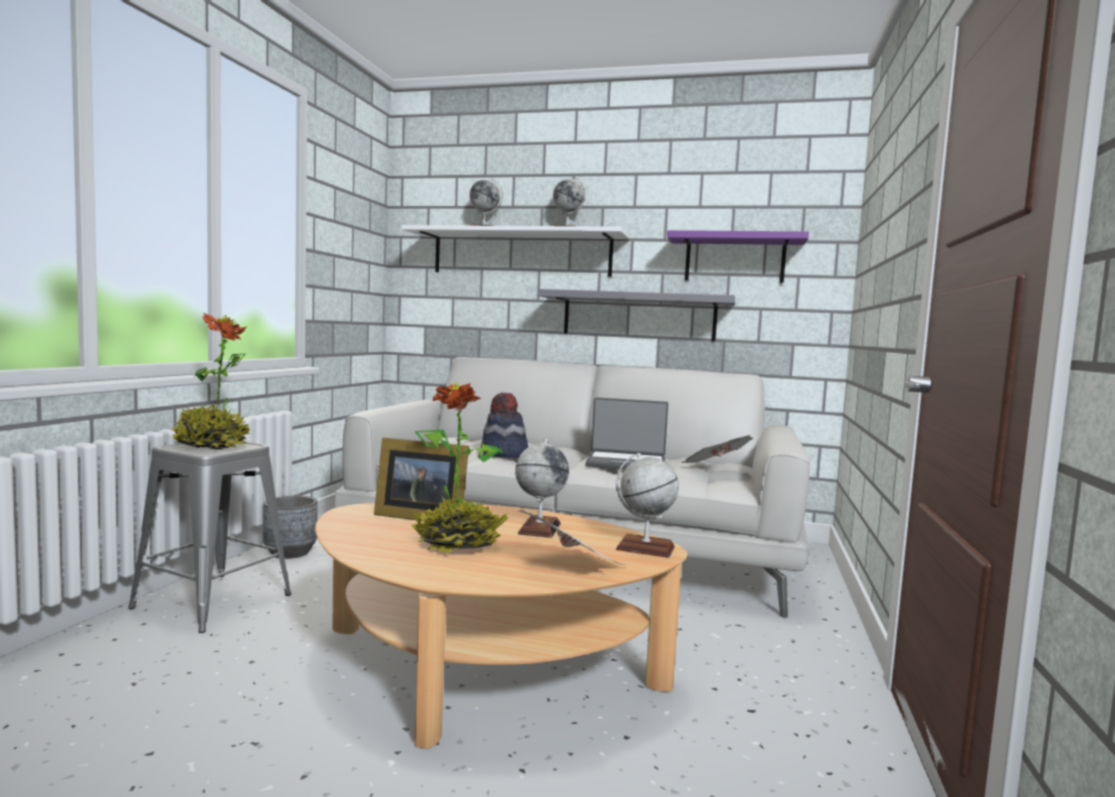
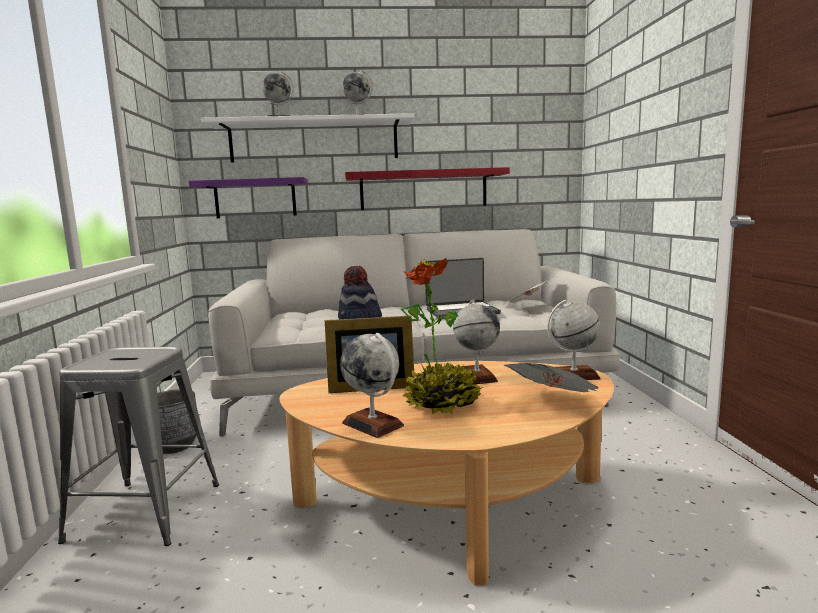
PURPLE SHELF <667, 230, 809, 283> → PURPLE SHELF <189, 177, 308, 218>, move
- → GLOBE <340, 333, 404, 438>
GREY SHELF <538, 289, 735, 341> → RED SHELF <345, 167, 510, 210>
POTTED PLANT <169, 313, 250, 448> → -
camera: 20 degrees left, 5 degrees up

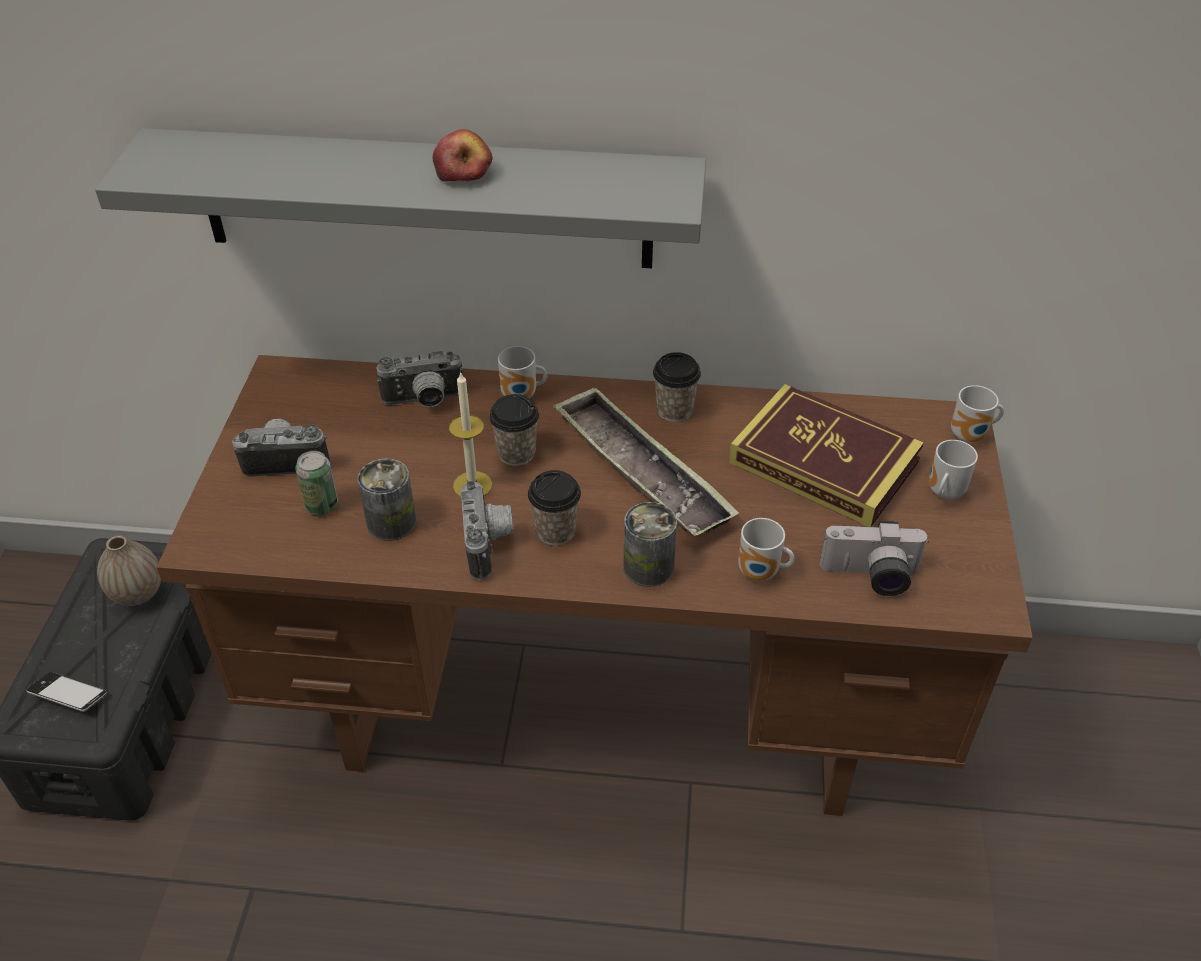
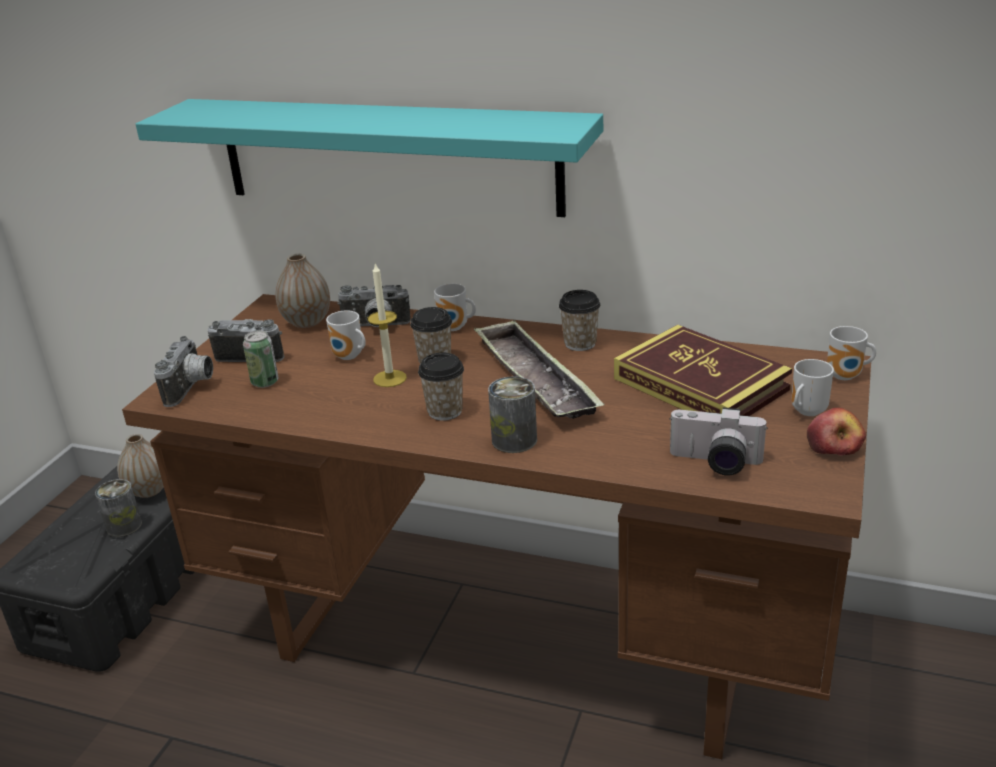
CAN <358, 458, 416, 541> → CAN <95, 479, 142, 537>, move
GREY SHELF <95, 128, 706, 268> → TURQUOISE SHELF <136, 99, 603, 217>
PHOTO CAMERA <461, 481, 514, 580> → PHOTO CAMERA <154, 336, 213, 407>, move
- → VASE <275, 254, 330, 328>
MUG <738, 518, 795, 581> → MUG <326, 310, 366, 360>, move
APPLE <433, 129, 493, 182> → APPLE <807, 408, 866, 455>, move
PHONE <26, 672, 107, 712> → -
camera: 15 degrees right, 15 degrees down

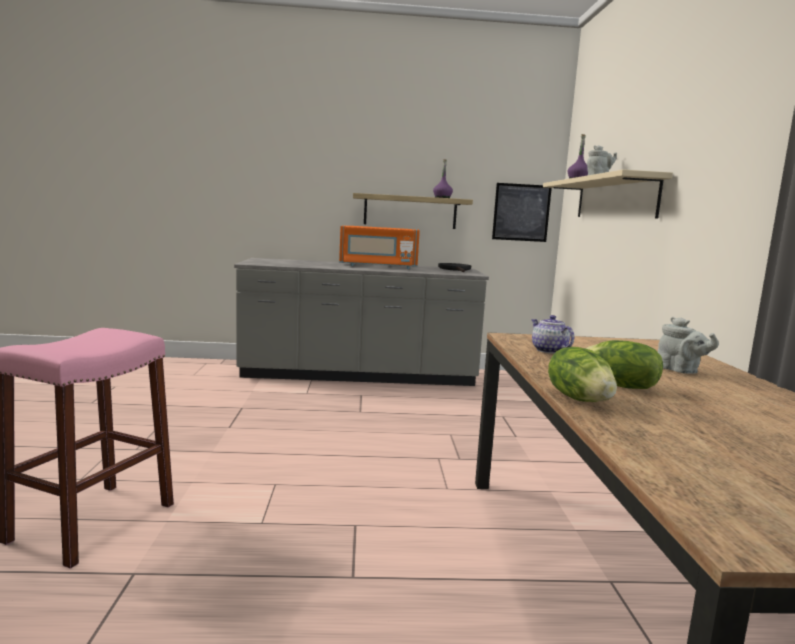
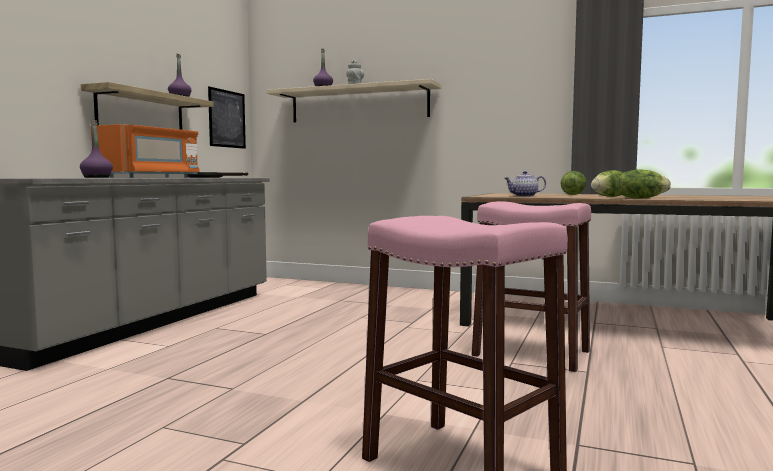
- → PURPLE BOTTLE <80, 120, 113, 178>
- → PINK STOOL <471, 201, 591, 372>
GREY TEAPOT <658, 317, 719, 374> → LETTUCE <561, 171, 586, 195>
camera: 65 degrees left, 5 degrees down

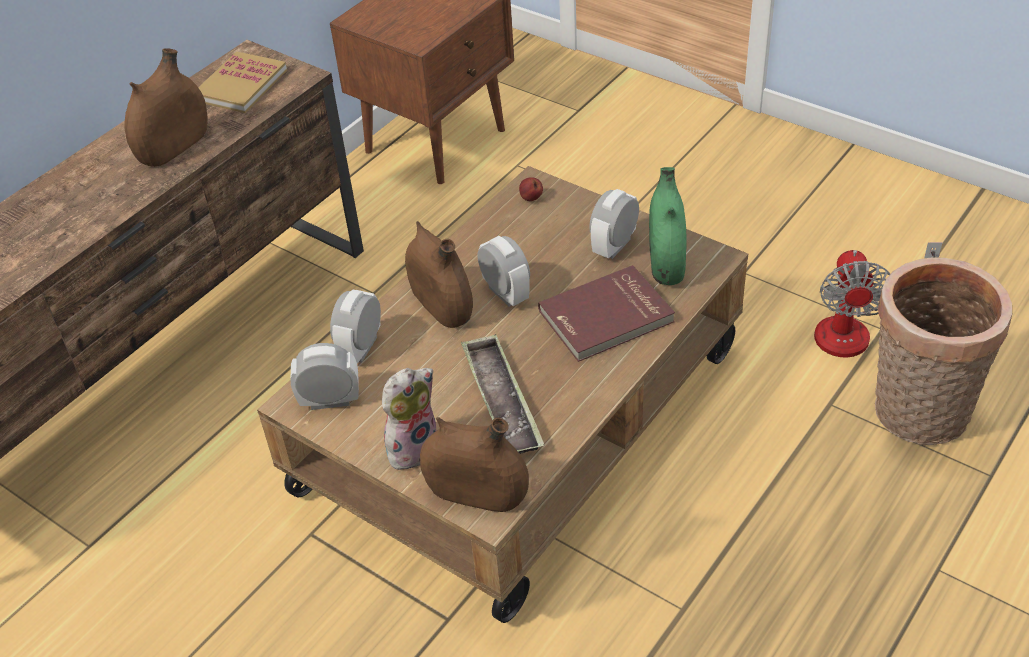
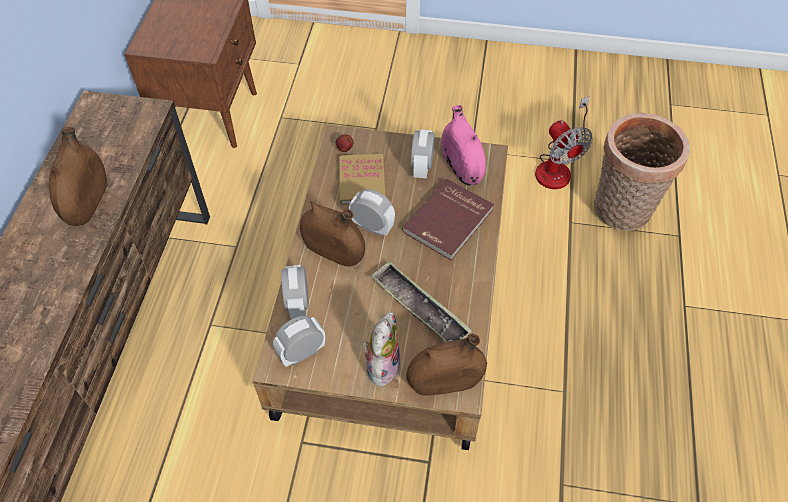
BOOK <198, 51, 287, 113> → BOOK <339, 154, 386, 205>, move
GREEN VASE <649, 167, 687, 285> → PINK VASE <442, 105, 486, 186>
camera: 30 degrees left, 10 degrees up

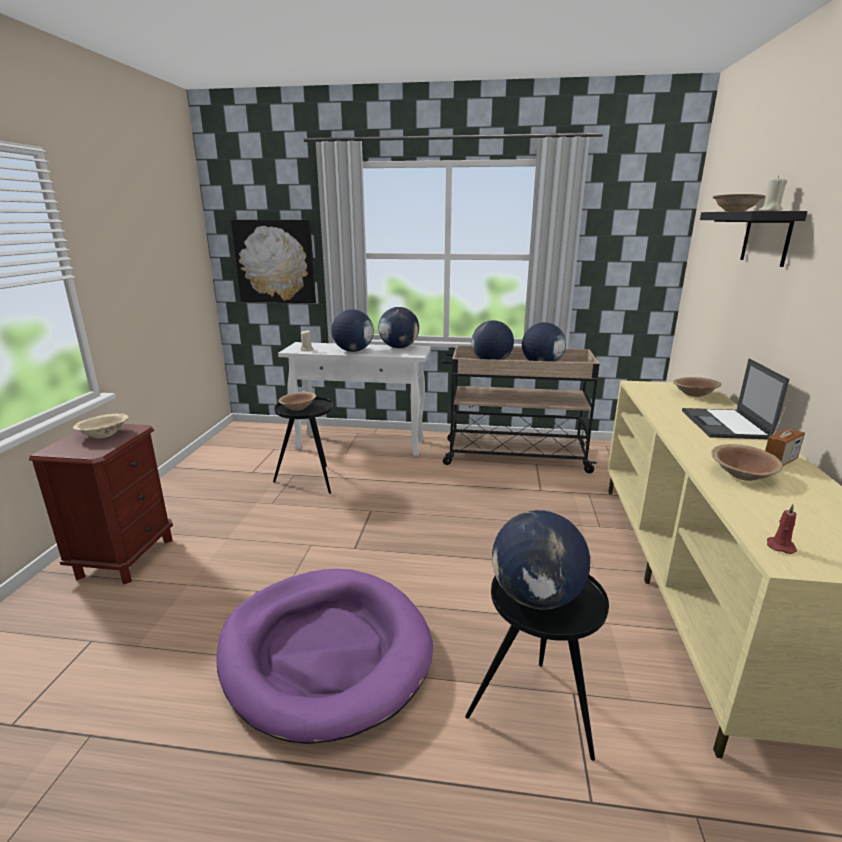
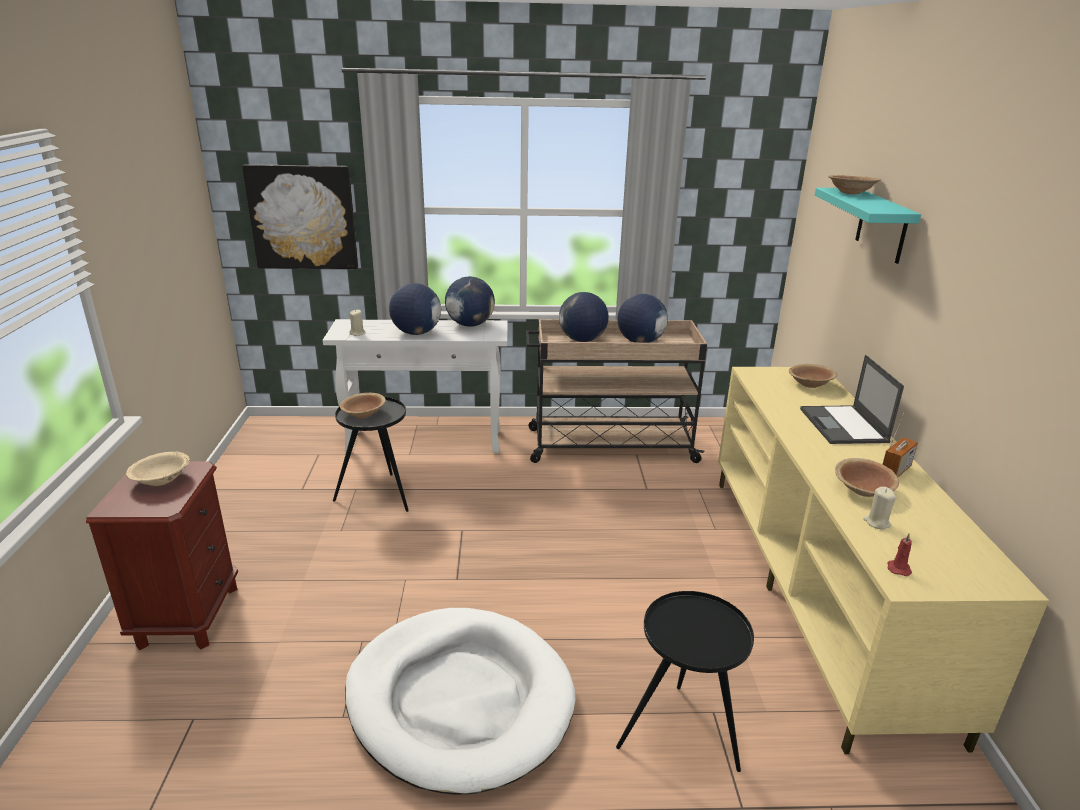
PURPLE DOG BED <216, 569, 433, 744> → WHITE DOG BED <345, 608, 575, 795>
BLACK SHELF <700, 211, 808, 267> → TURQUOISE SHELF <815, 188, 921, 264>
BEIGE CANDLE <759, 175, 787, 211> → BEIGE CANDLE <863, 487, 896, 530>, move
GLOBE <492, 510, 590, 609> → -
camera: 10 degrees left, 5 degrees up

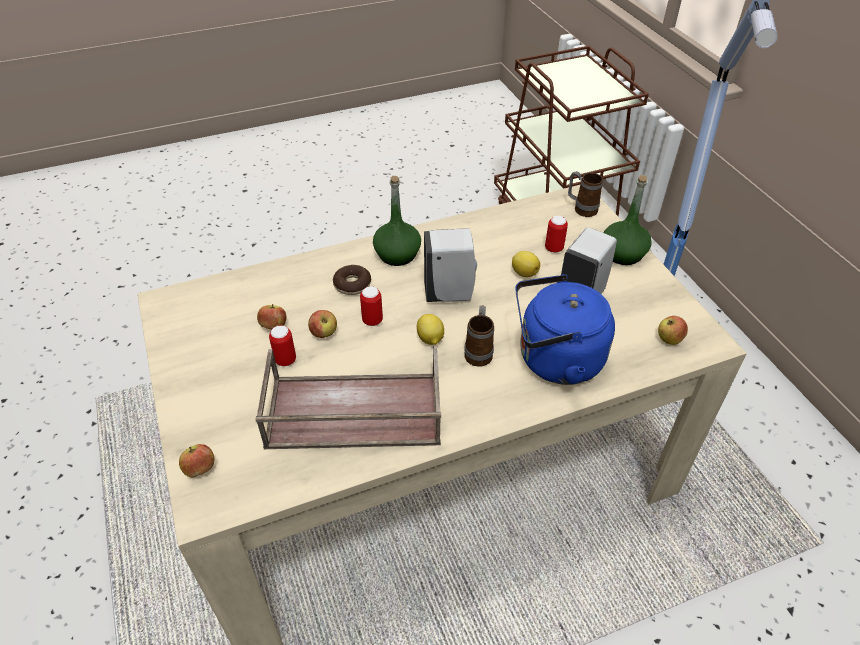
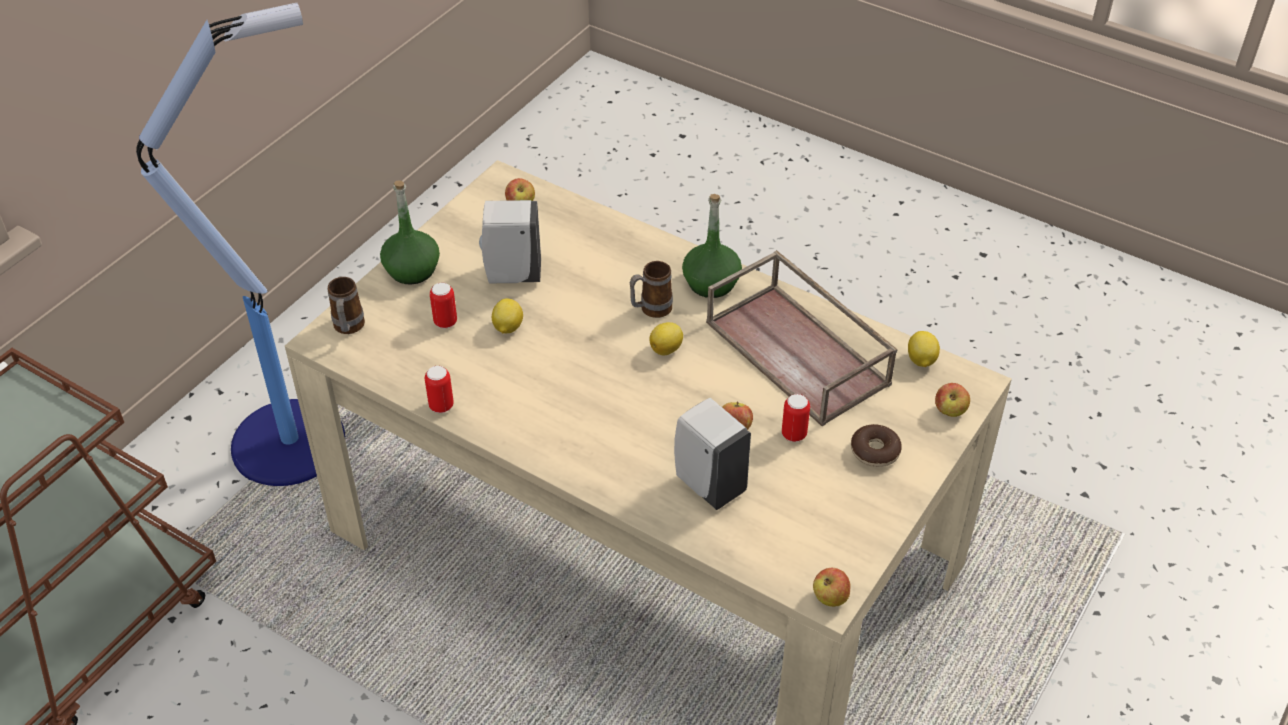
CAN <360, 286, 383, 326> → CAN <425, 366, 454, 413>, move
WHITE SOAP DISPENSER <424, 228, 477, 302> → WHITE SOAP DISPENSER <674, 398, 751, 510>, move
GREEN BOTTLE <373, 176, 421, 266> → GREEN BOTTLE <682, 194, 742, 298>, move
APPLE <257, 304, 286, 330> → APPLE <813, 568, 851, 607>, move
DONUT <333, 265, 371, 295> → DONUT <851, 424, 902, 467>, move
- → LEMON <908, 331, 940, 367>
BLUE KETTLE <515, 274, 615, 385> → -
camera: 125 degrees left, 0 degrees up

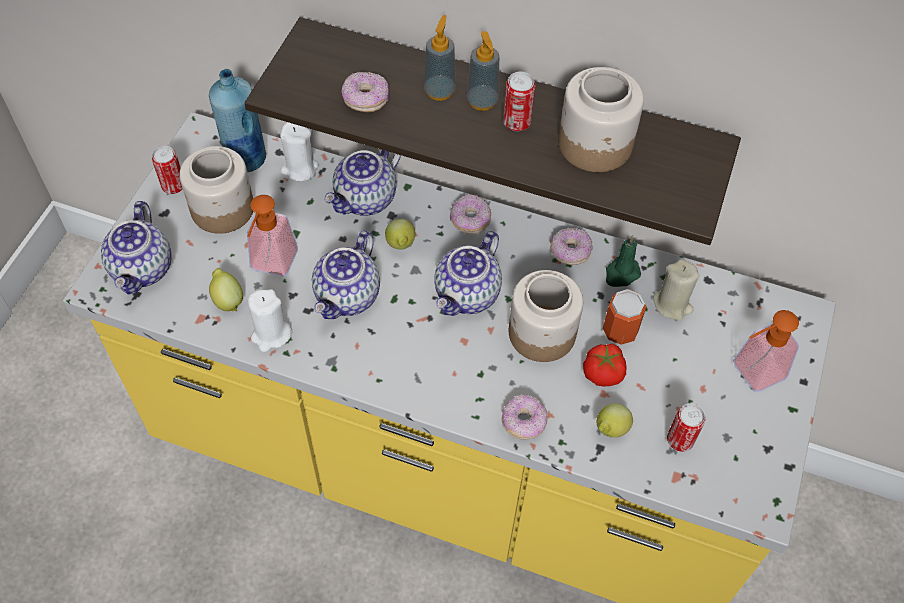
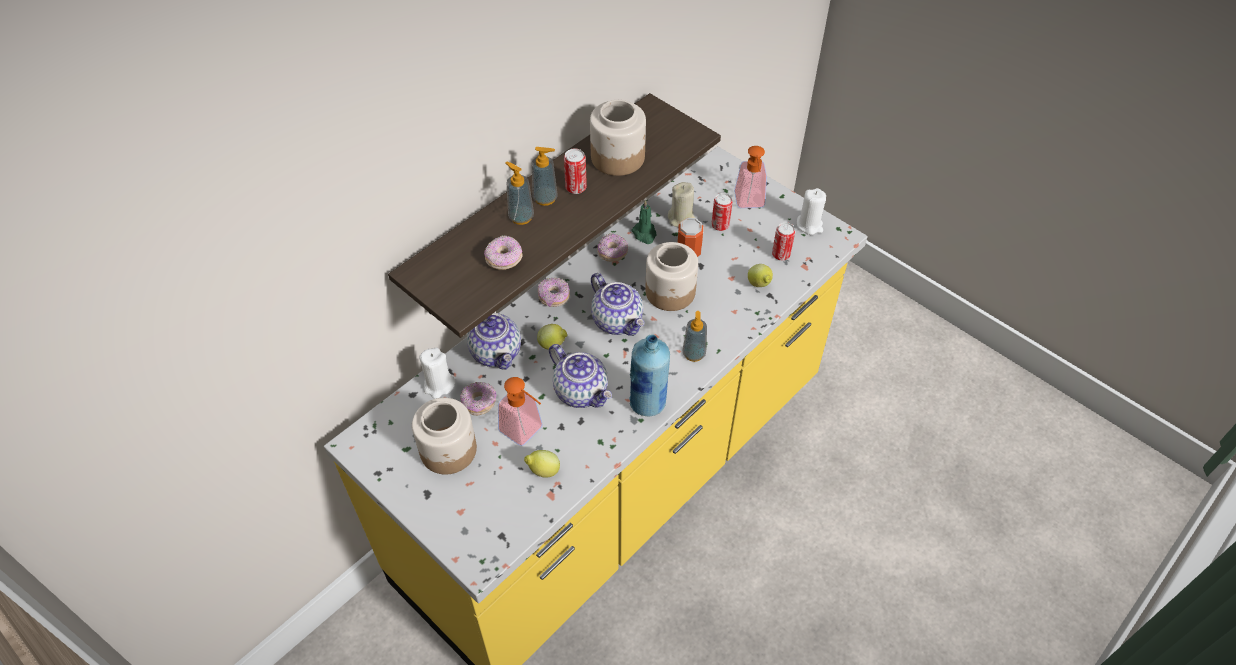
DONUT <502, 394, 548, 440> → DONUT <460, 382, 496, 415>, move
BLUE BOTTLE <209, 69, 266, 172> → BLUE BOTTLE <629, 334, 670, 417>, move
- → SOAP DISPENSER <682, 311, 707, 362>
CAN <152, 146, 183, 194> → CAN <711, 193, 733, 231>, move
WHITE CANDLE <248, 289, 292, 352> → WHITE CANDLE <797, 188, 826, 235>, move
TEAPOT <101, 201, 172, 295> → -
TOMATO <583, 343, 627, 387> → -
camera: 65 degrees left, 5 degrees down

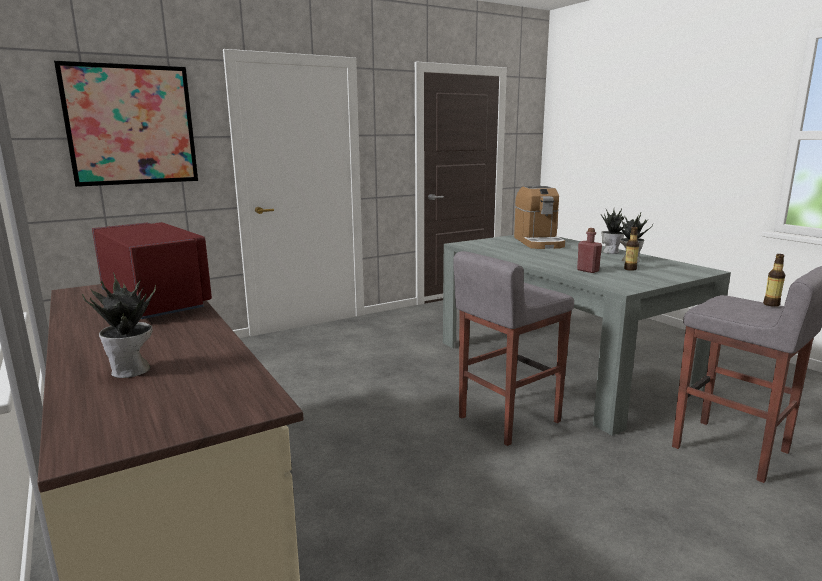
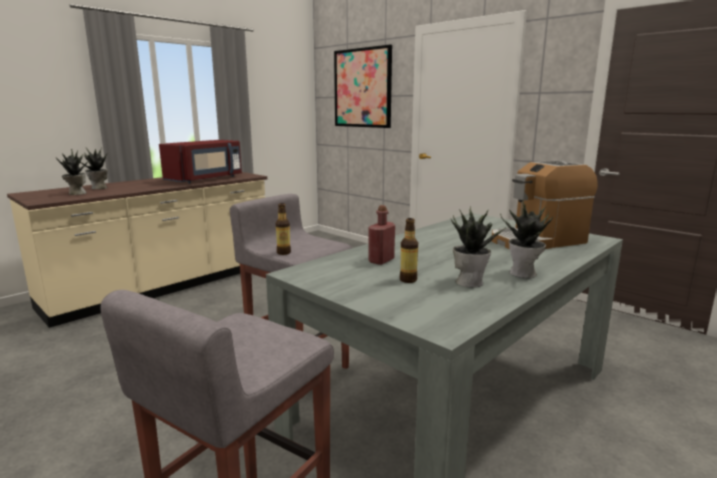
- → POTTED PLANT <56, 149, 90, 195>
BOTTLE <763, 254, 785, 307> → BOTTLE <276, 203, 291, 255>, move
camera: 75 degrees right, 0 degrees up

